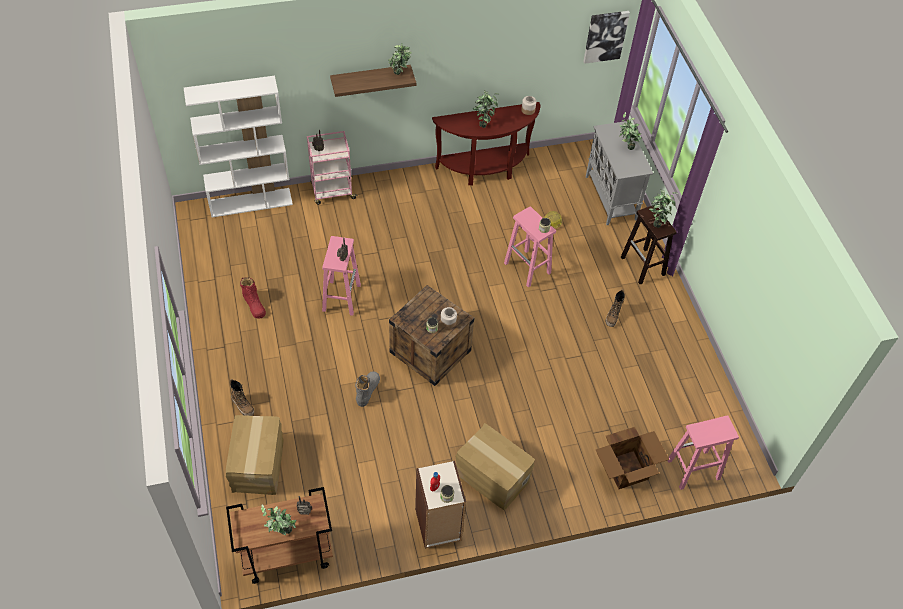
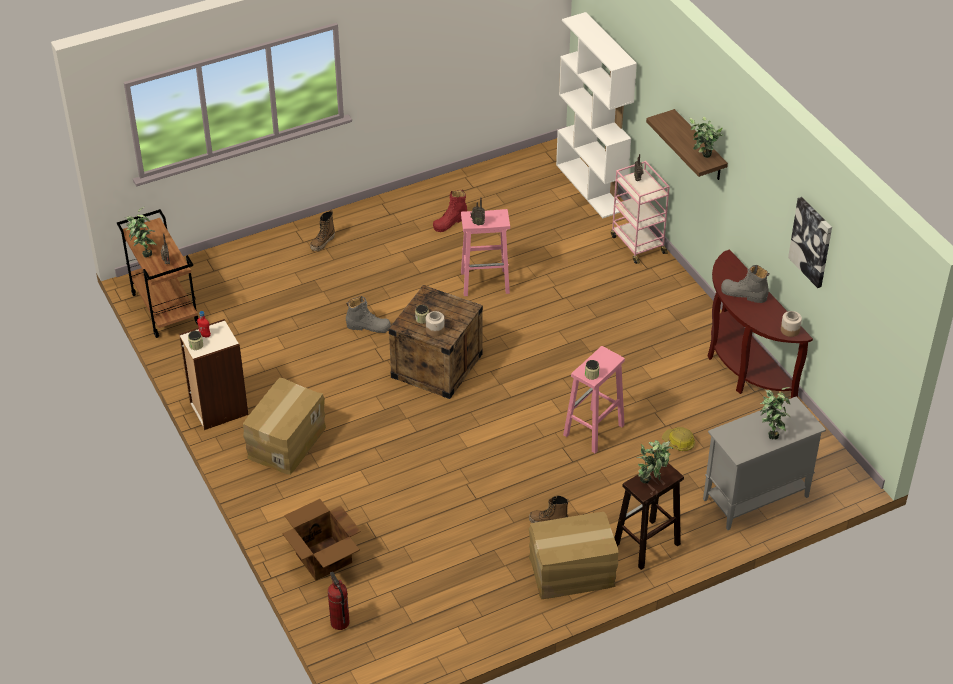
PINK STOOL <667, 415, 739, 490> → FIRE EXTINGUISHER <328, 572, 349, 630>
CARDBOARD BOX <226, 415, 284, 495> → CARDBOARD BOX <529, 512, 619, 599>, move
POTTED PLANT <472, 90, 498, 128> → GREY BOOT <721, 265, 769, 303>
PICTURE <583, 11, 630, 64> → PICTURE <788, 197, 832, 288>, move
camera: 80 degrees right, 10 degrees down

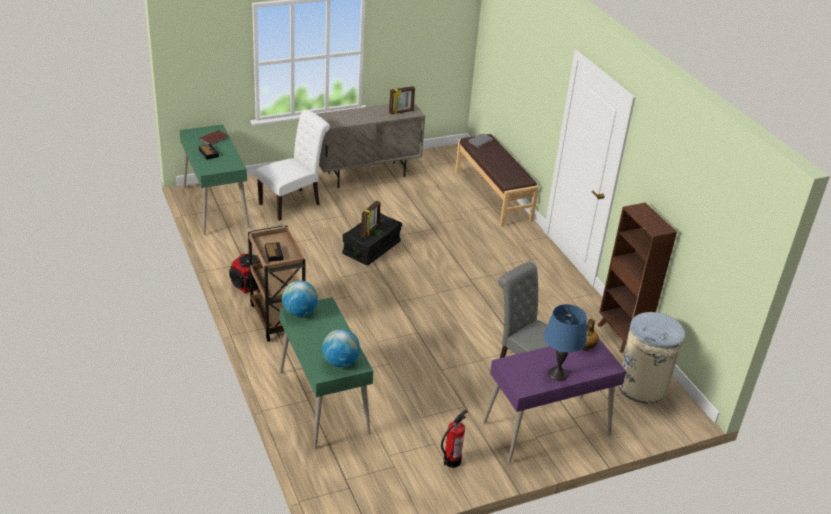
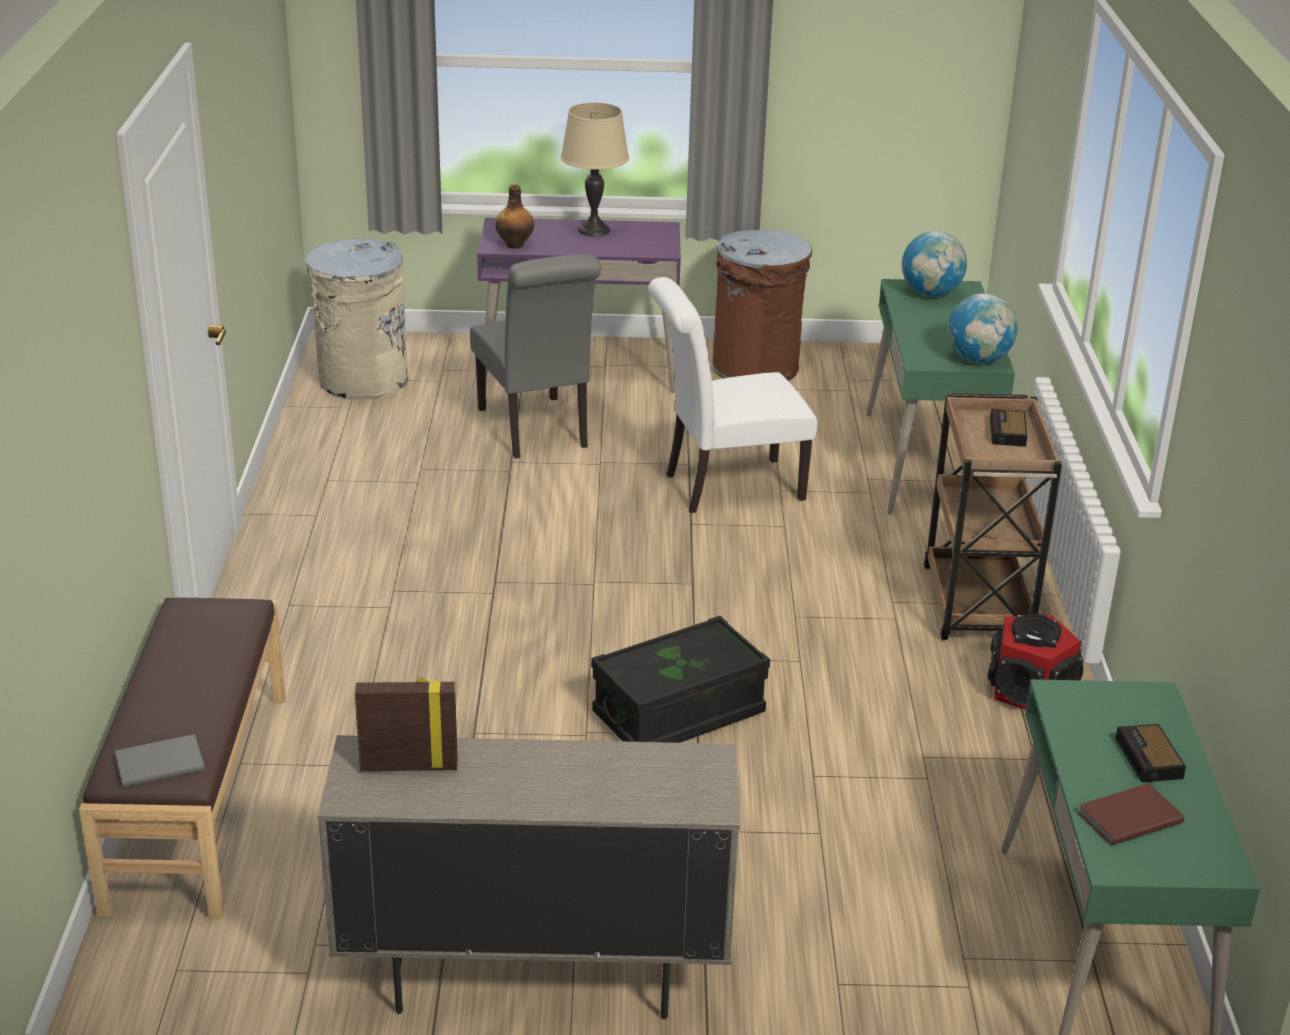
BLUE TABLE LAMP <544, 304, 587, 381> → BEIGE TABLE LAMP <560, 103, 629, 237>
WHITE CHAIR <255, 110, 330, 221> → WHITE CHAIR <648, 277, 817, 513>, move
FIRE EXTINGUISHER <441, 410, 468, 468> → BROWN TRASH CAN <712, 230, 812, 381>
PICTURE FRAME <361, 201, 381, 237> → -
BROWN BOOKCASE <598, 202, 677, 353> → -
camera: 155 degrees left, 5 degrees down

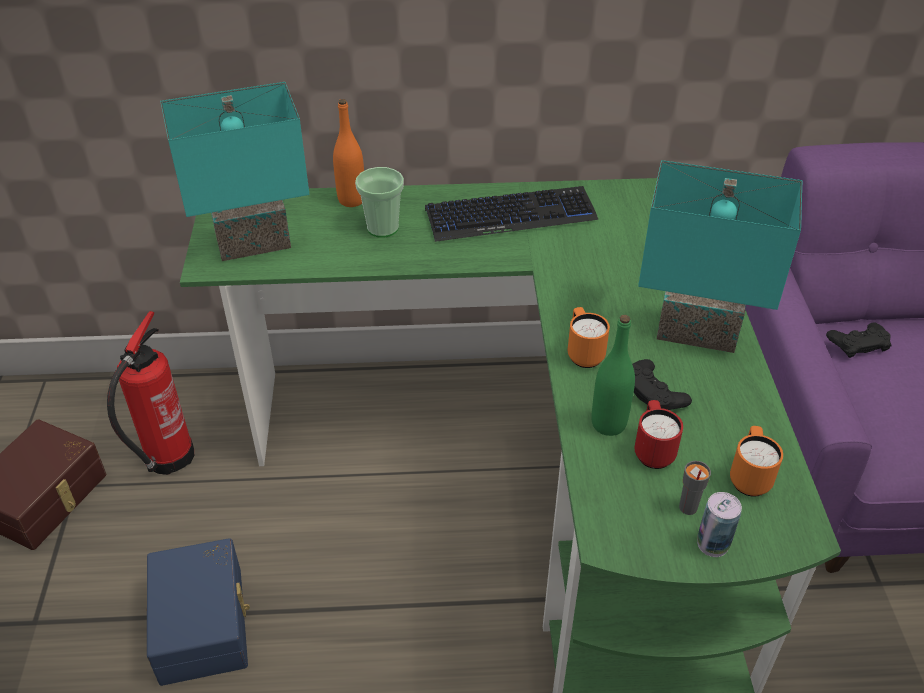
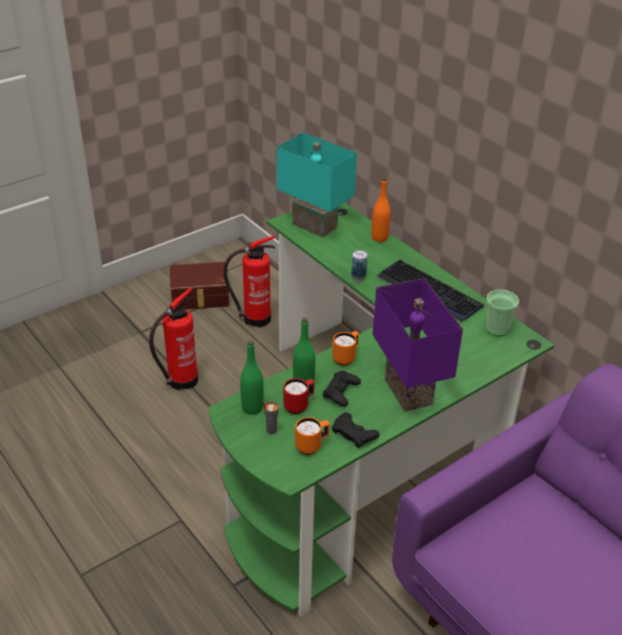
BLUE STORAGE BOX <147, 538, 250, 686> → FIRE EXTINGUISHER <149, 288, 198, 390>
- → GREEN BOTTLE <240, 340, 264, 415>
BLACK GAME CONTROLLER <826, 322, 892, 358> → BLACK GAME CONTROLLER <332, 412, 380, 448>, move
CAN <697, 492, 742, 557> → CAN <351, 250, 367, 282>, move
TURQUOISE TABLE LAMP <638, 160, 802, 353> → PURPLE TABLE LAMP <372, 278, 463, 412>
CUP <355, 167, 404, 238> → CUP <486, 290, 519, 336>, move
camera: 55 degrees right, 5 degrees down

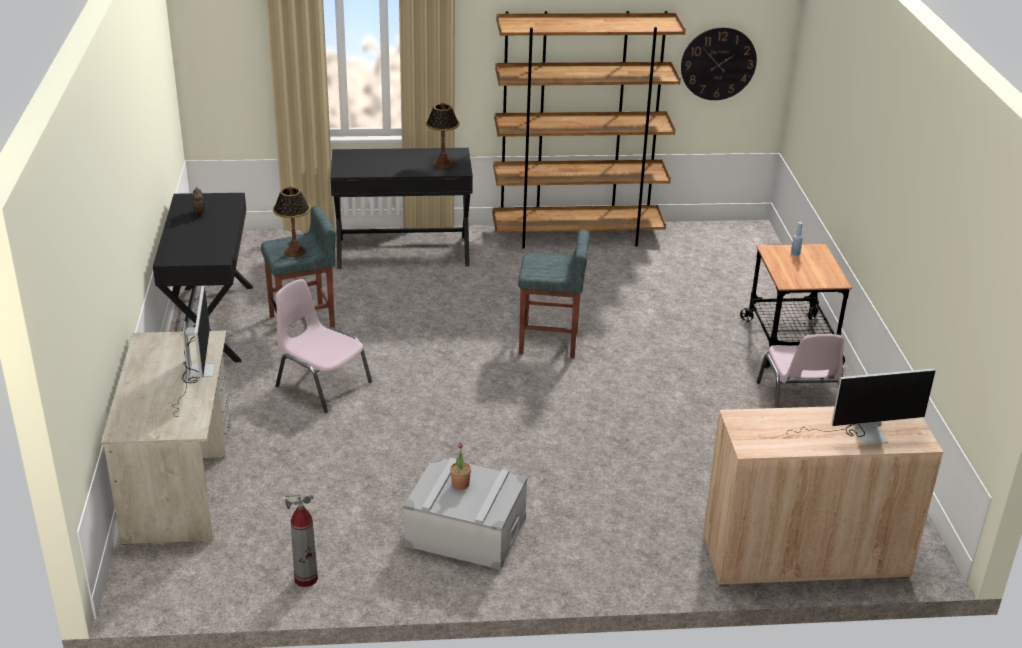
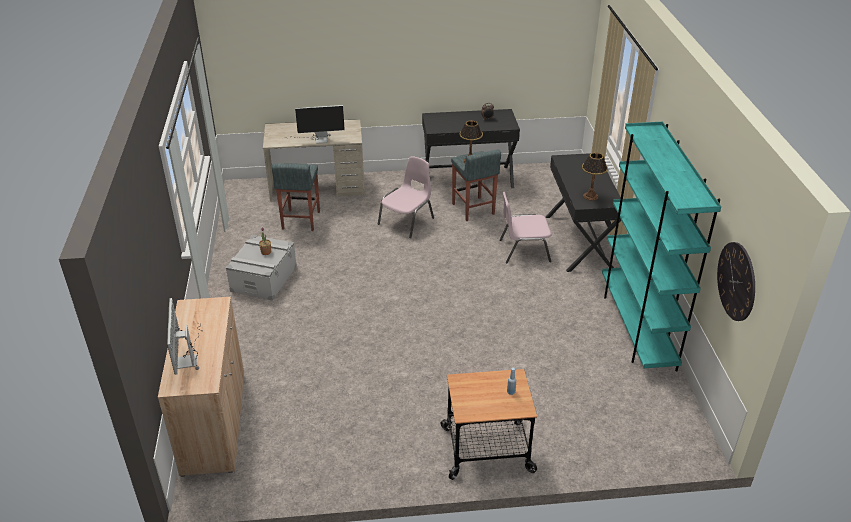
GREY STOOL <518, 229, 590, 358> → GREY STOOL <272, 163, 320, 231>, move
PINK CHAIR <757, 334, 844, 408> → PINK CHAIR <500, 192, 551, 263>, move
BROWN BOOKCASE <492, 11, 686, 249> → TURQUOISE BOOKCASE <602, 122, 721, 371>
FIRE EXTINGUISHER <285, 494, 318, 587> → -
camera: 90 degrees right, 5 degrees up

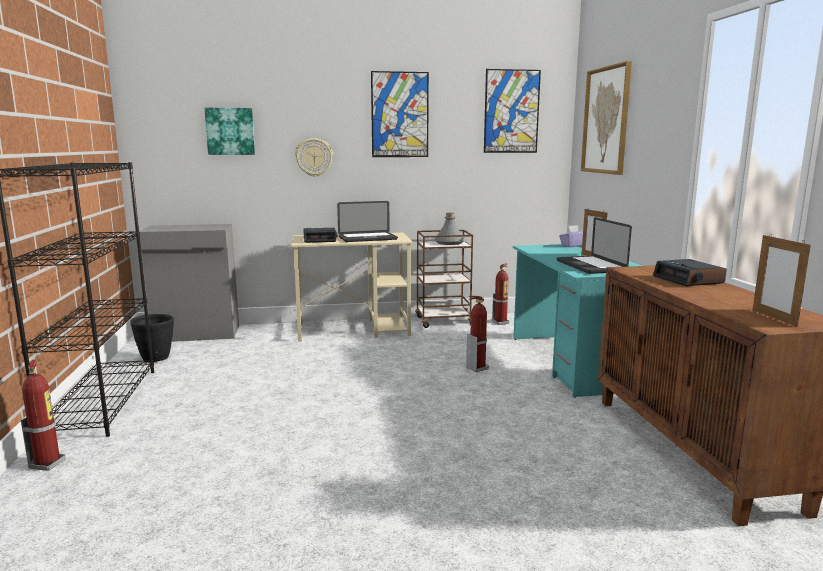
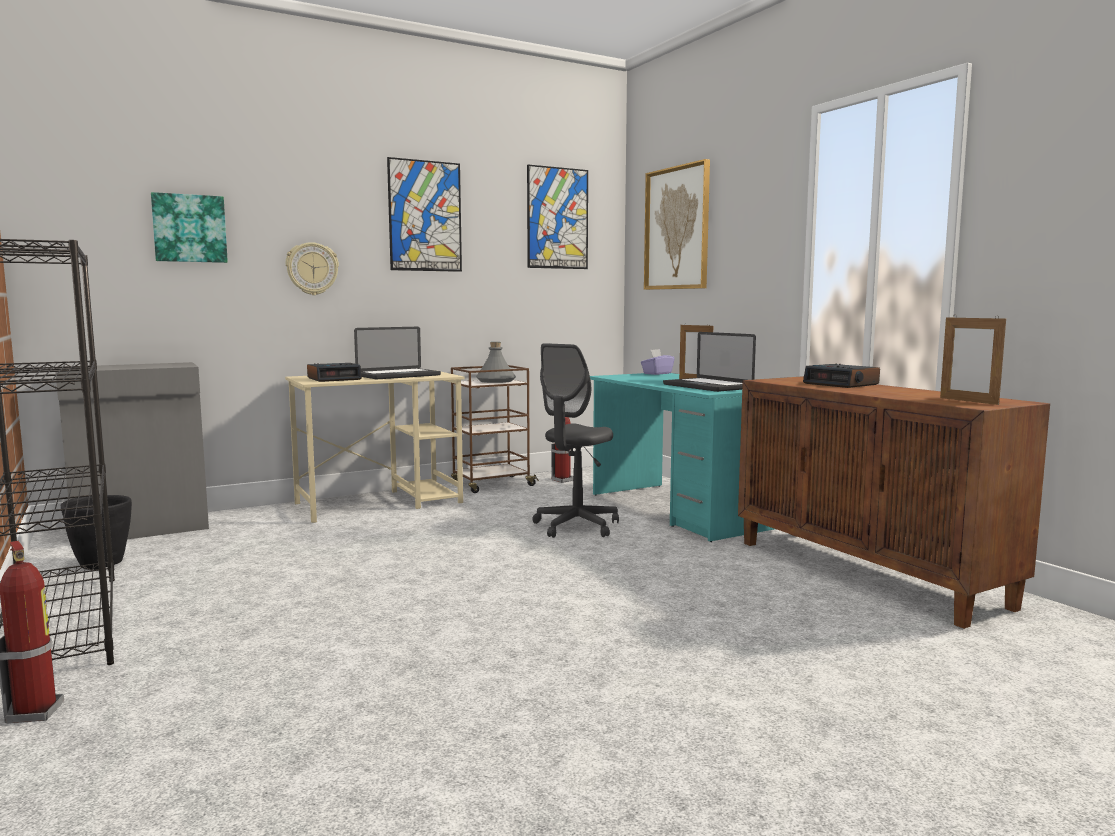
FIRE EXTINGUISHER <466, 295, 489, 372> → GREY OFFICE CHAIR <532, 343, 619, 538>
camera: 20 degrees left, 5 degrees down

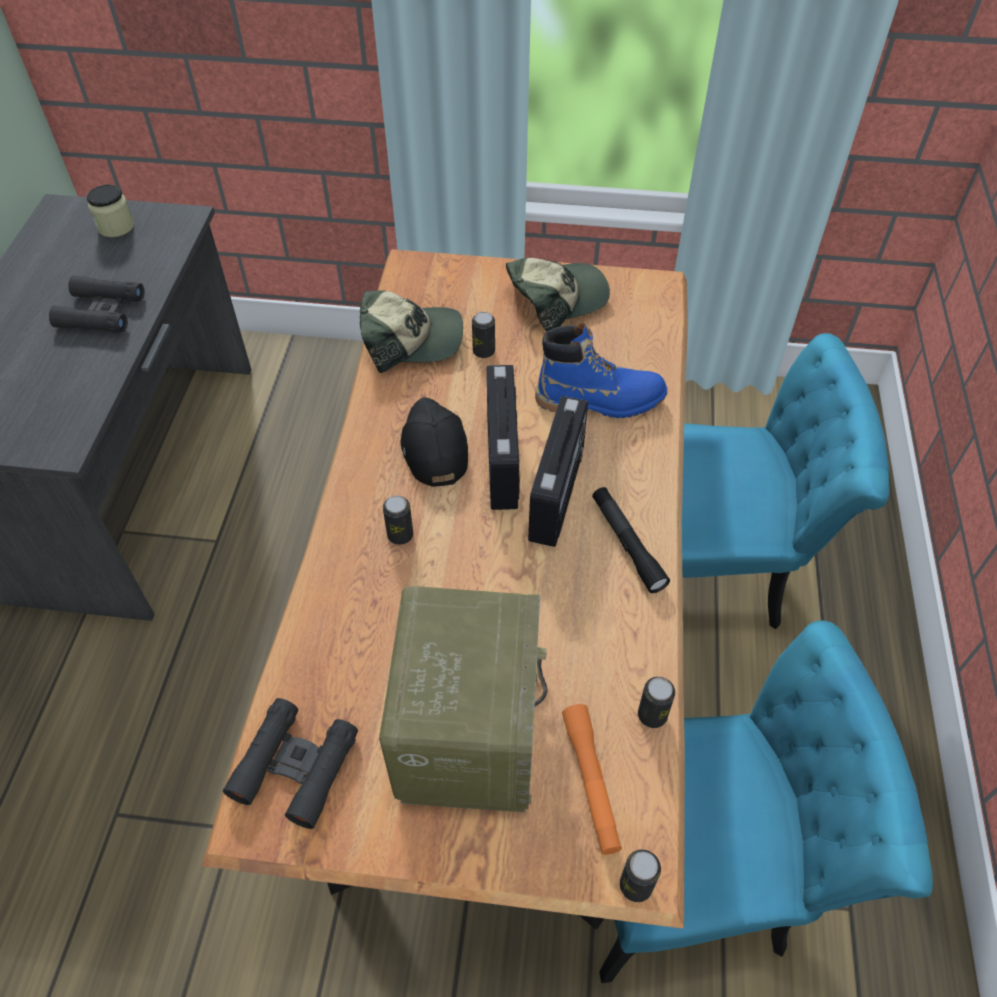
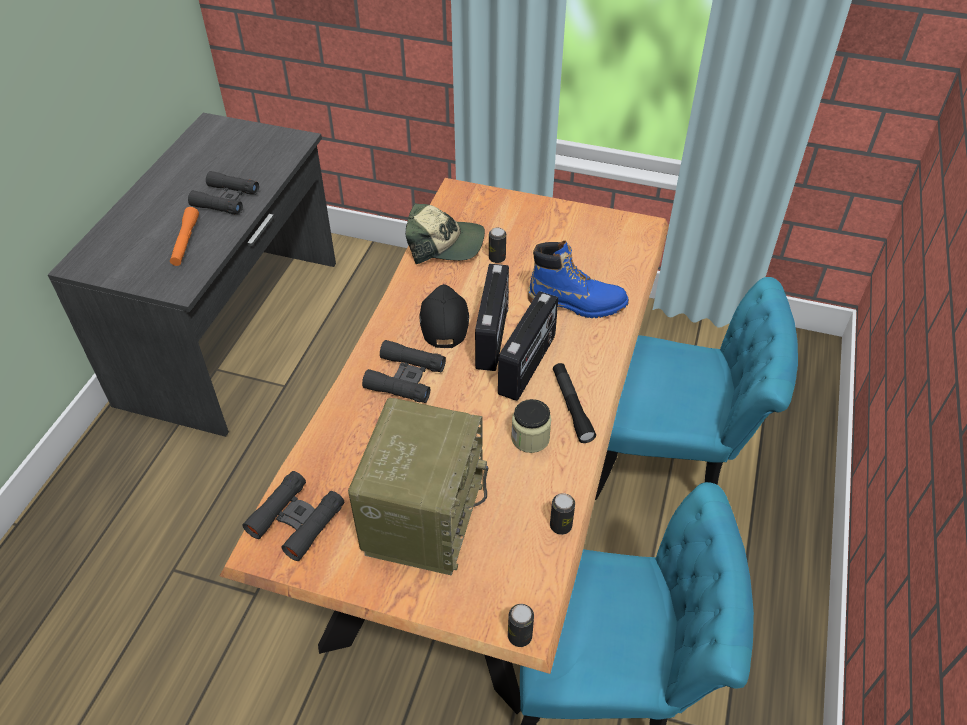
ORANGE FLASHLIGHT <562, 704, 622, 855> → ORANGE FLASHLIGHT <170, 207, 199, 266>, move
CAN <383, 496, 413, 545> → BLACK BINOCULARS <362, 340, 446, 403>
JAR <87, 185, 134, 237> → JAR <511, 399, 551, 453>, move
CAP <506, 258, 610, 331> → -
camera: 10 degrees right, 5 degrees down

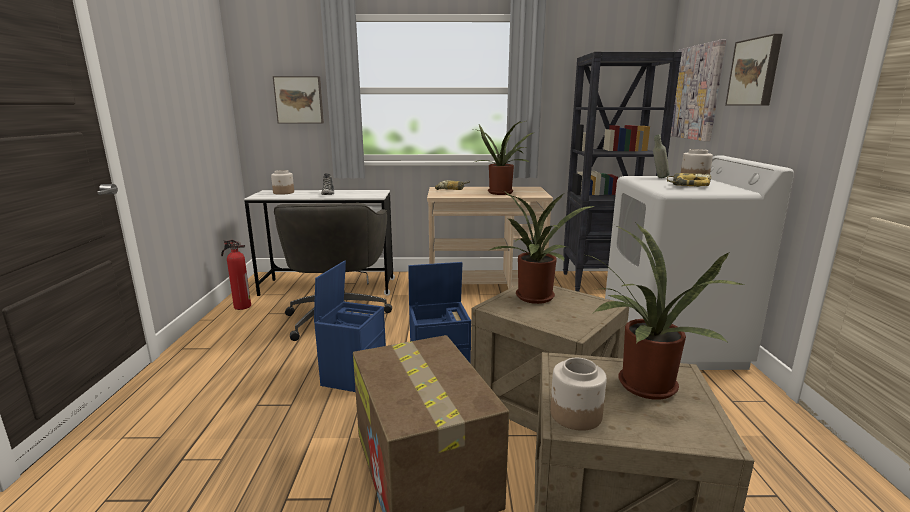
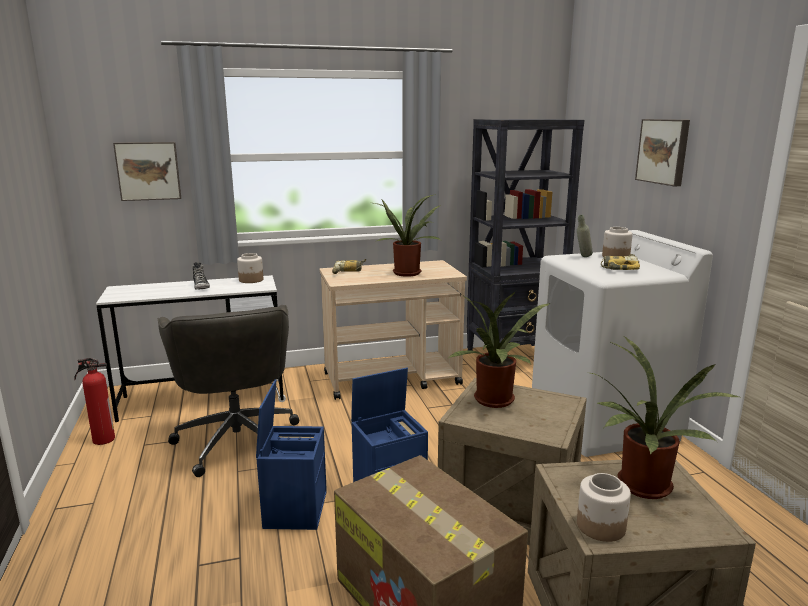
JAR <271, 170, 294, 195> → JAR <237, 253, 263, 283>, move
PICTURE <671, 40, 726, 141> → -
camera: 15 degrees left, 0 degrees up

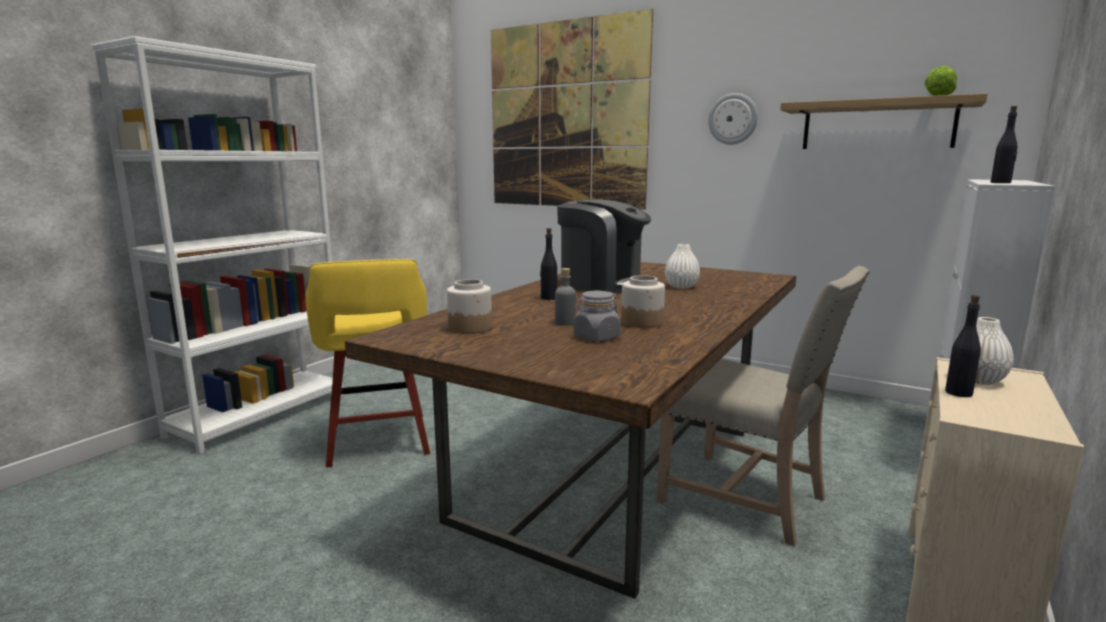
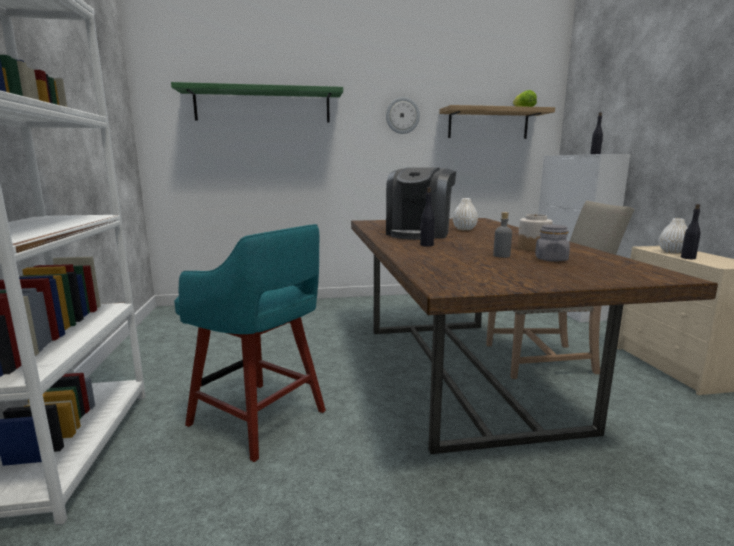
PICTURE <491, 9, 653, 210> → GREEN SHELF <171, 82, 343, 123>
YELLOW STOOL <305, 259, 430, 467> → TURQUOISE STOOL <174, 224, 326, 462>
COFFEE MACHINE <557, 200, 651, 293> → COFFEE MACHINE <386, 167, 456, 240>, 120 degrees clockwise
JAR <447, 279, 492, 334> → -
camera: 40 degrees left, 0 degrees up

